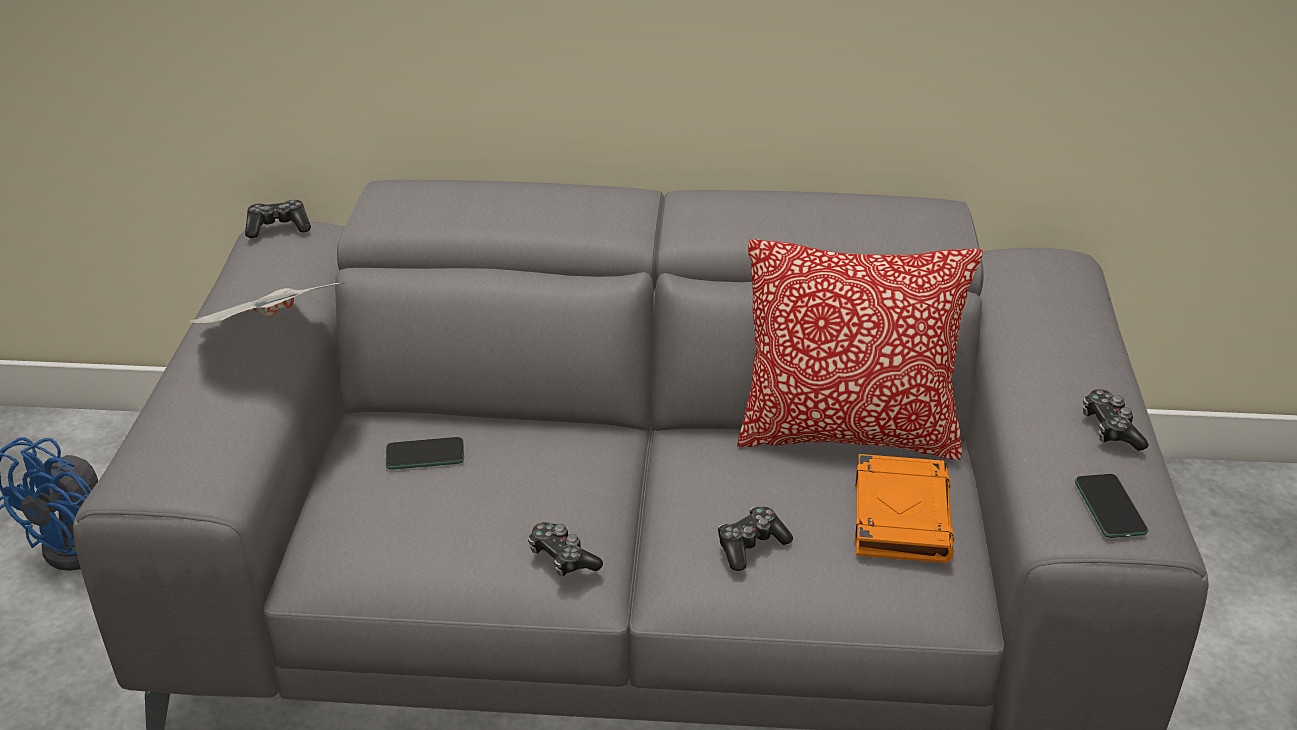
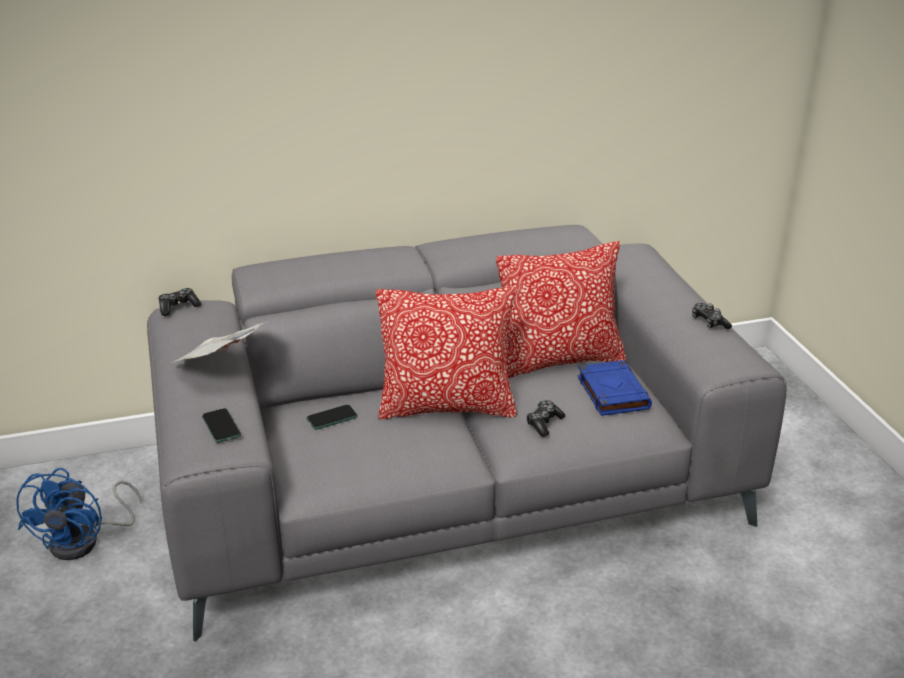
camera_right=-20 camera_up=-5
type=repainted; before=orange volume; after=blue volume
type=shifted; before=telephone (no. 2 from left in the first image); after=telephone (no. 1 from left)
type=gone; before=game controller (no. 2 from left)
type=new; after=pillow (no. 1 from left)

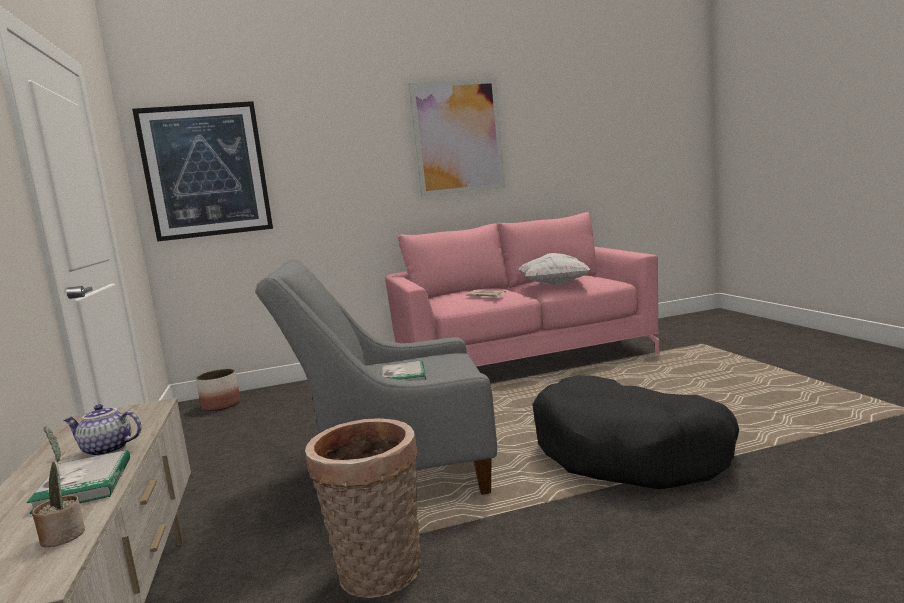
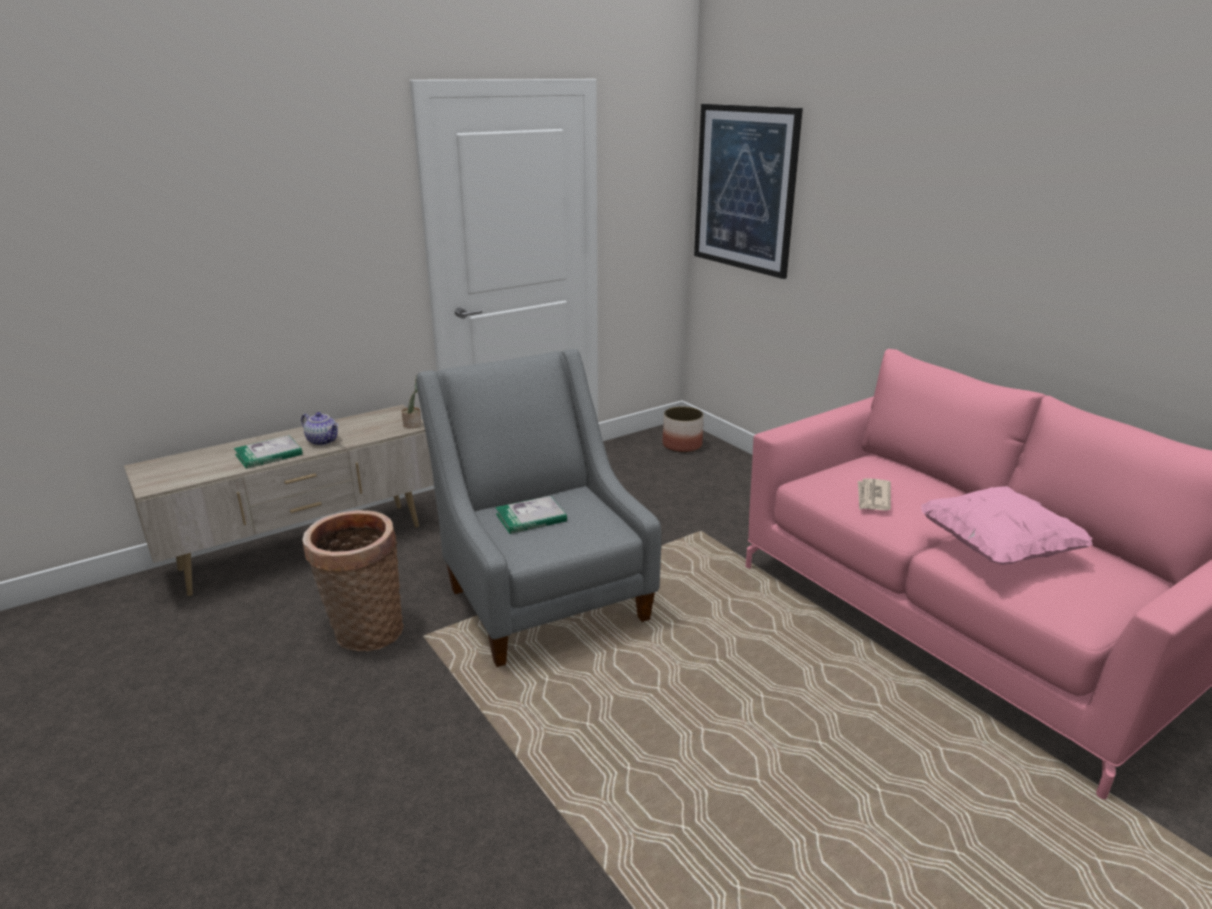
camera_right=70 camera_up=15
type=gone; before=wall art (no. 2 from left)
type=repainted; before=whitish pillow; after=pink pillow
type=gone; before=black pet bed
type=rotated; before=teapot; turn=135
type=shifted; before=houseplant

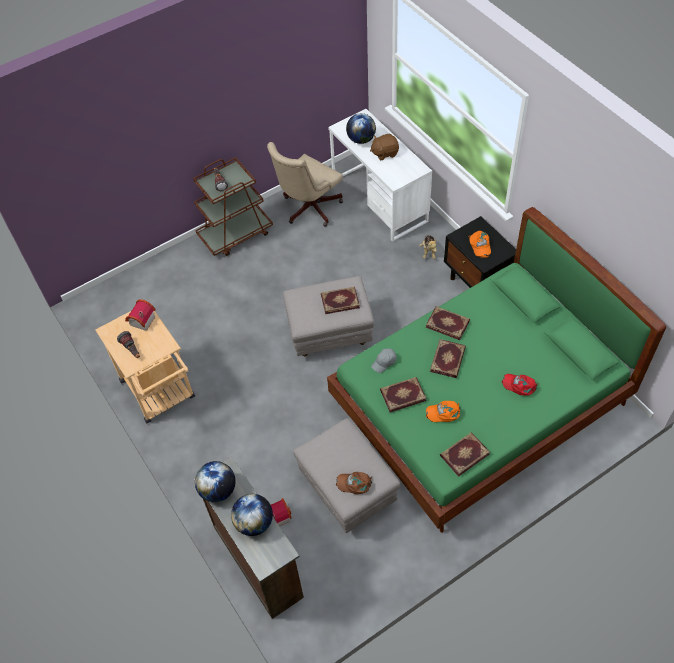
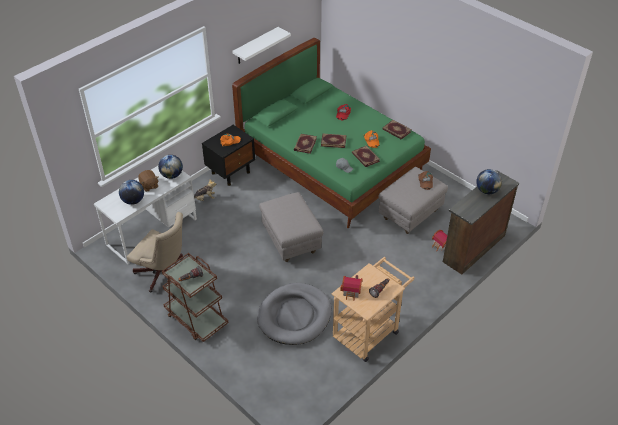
camera_right=-105 camera_up=-10
type=gone; before=volume (no. 1 from left)
type=shifted; before=globe (no. 1 from left in the first image); after=globe (no. 2 from left)
type=new; after=whitish shelf
type=new; after=gray pet bed

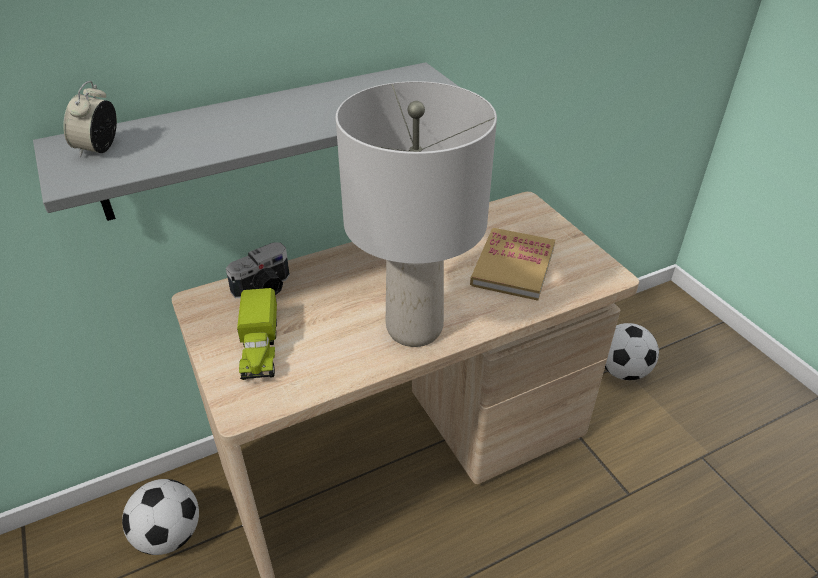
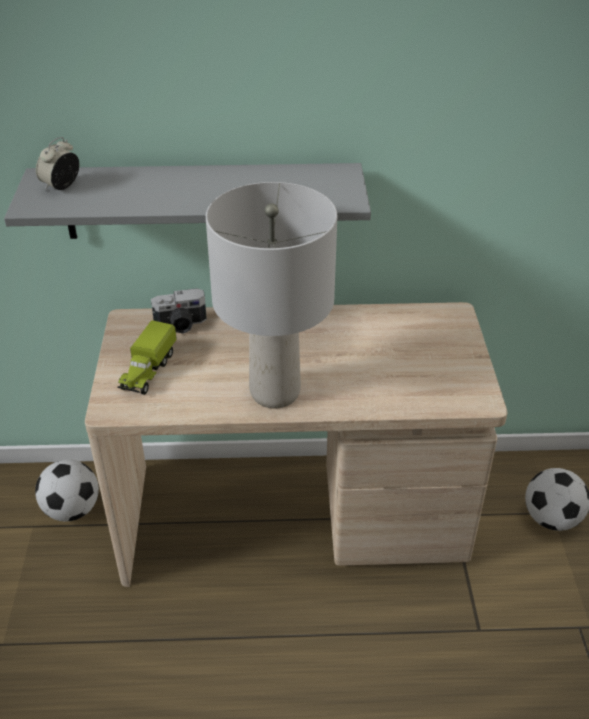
camera_right=25 camera_up=0
type=gone; before=volume

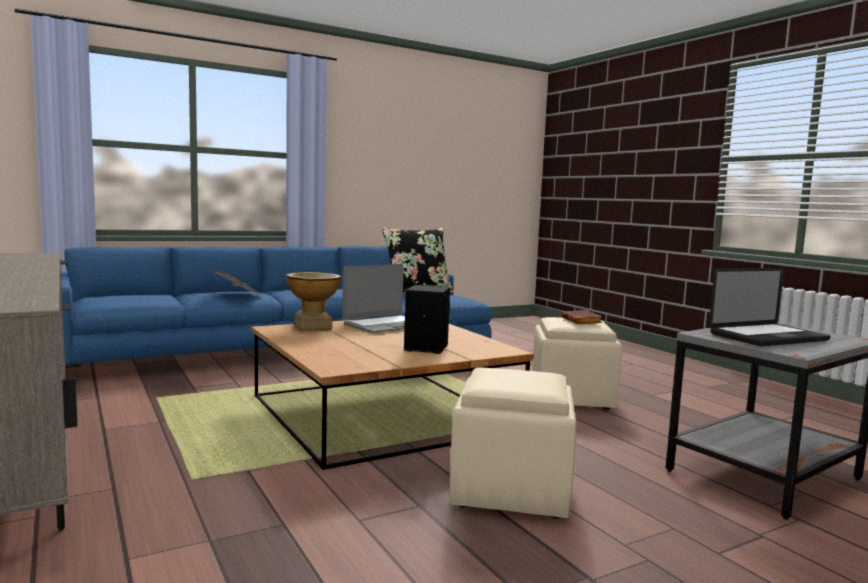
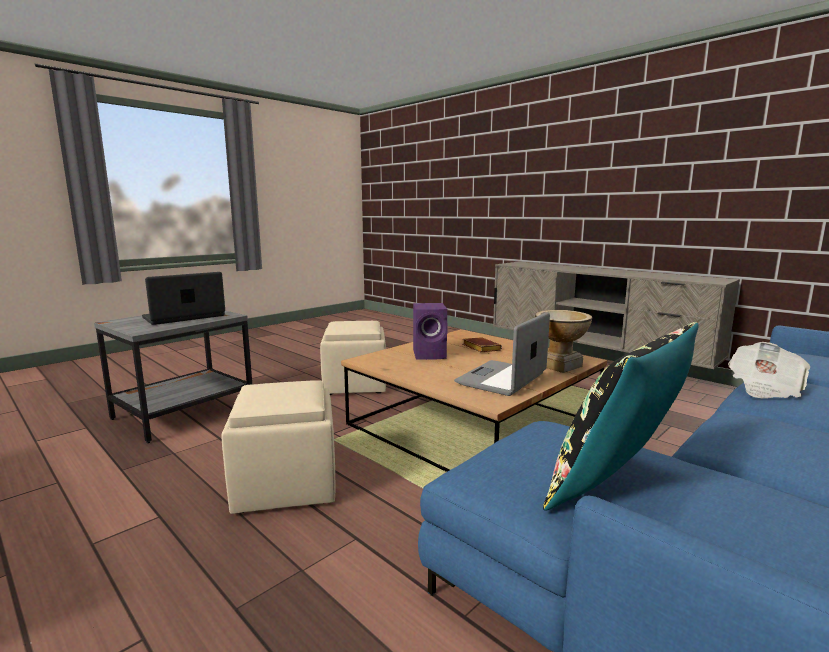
camera_right=165 camera_up=5
type=repainted; before=black audio speaker; after=purple audio speaker
type=shifted; before=brown volume

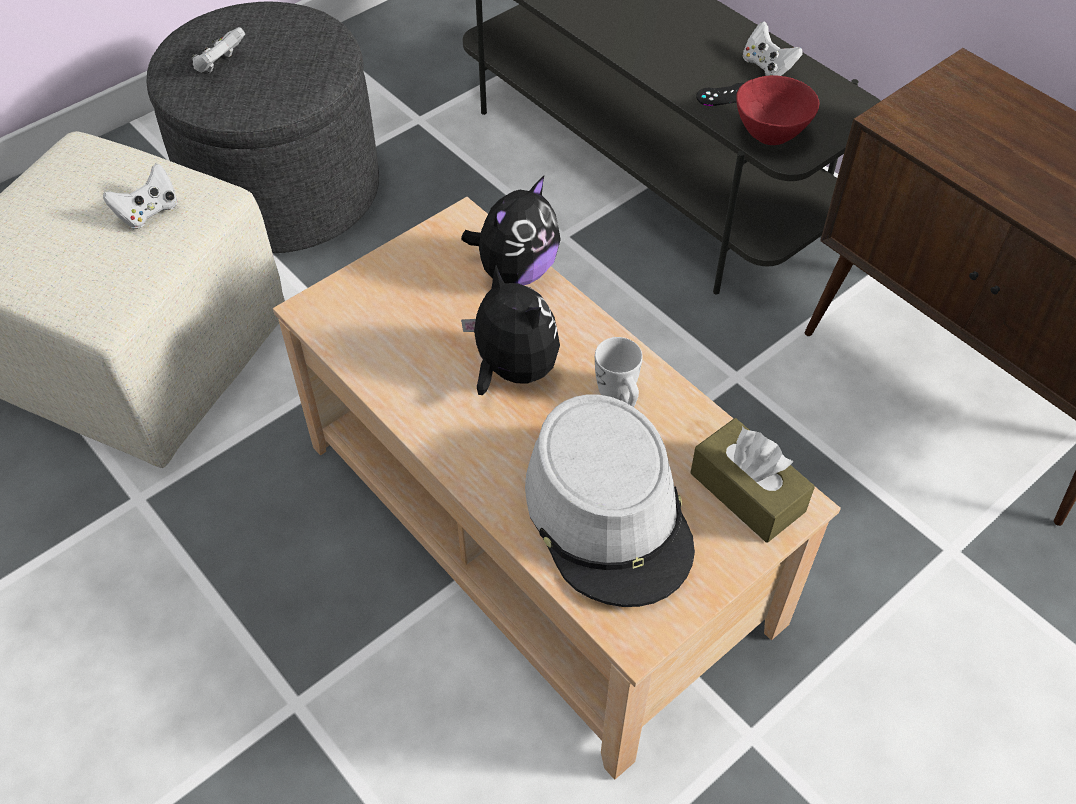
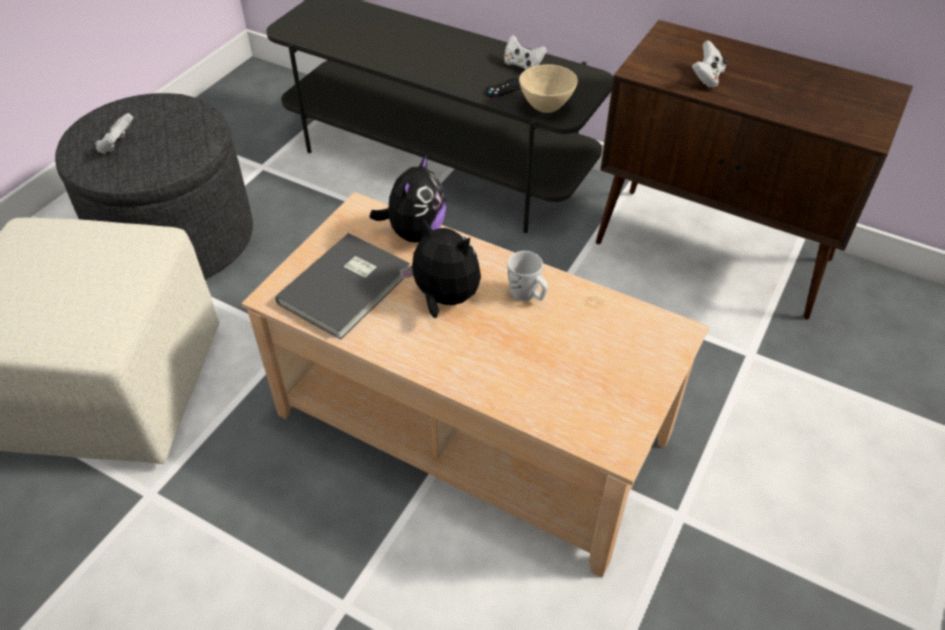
camera_right=-20 camera_up=-5
type=repainted; before=reddish deep dish; after=sand-coloured deep dish
type=shifted; before=whitish game controller (no. 1 from left in the first image); after=whitish game controller (no. 3 from left)
type=gone; before=gray clothing hat
type=gone; before=brown tissue box
type=new; after=gray volume

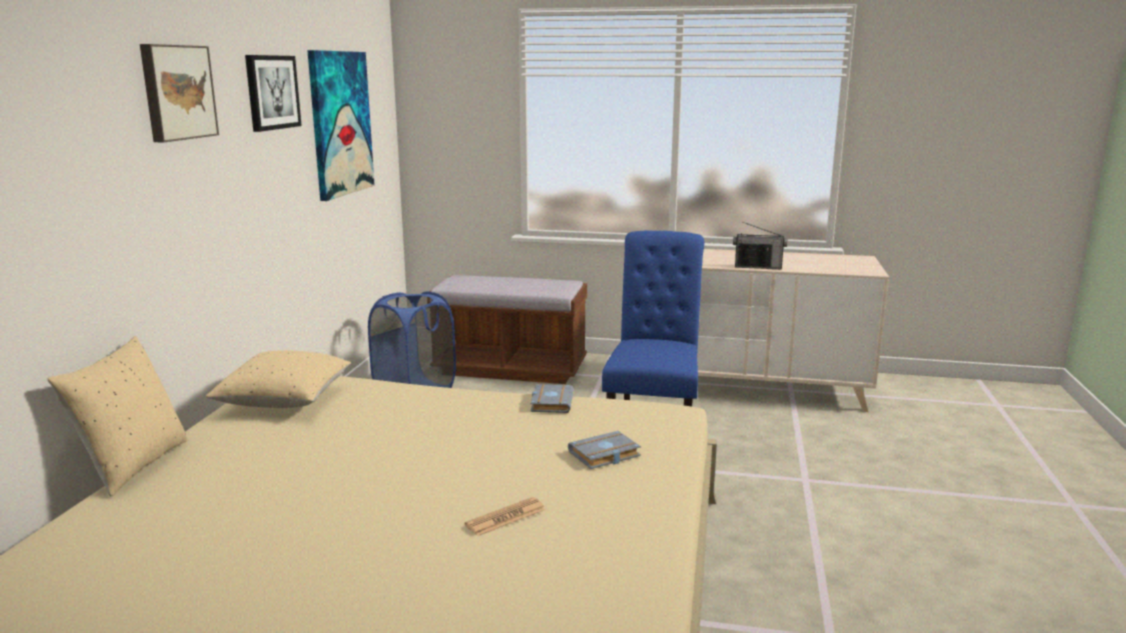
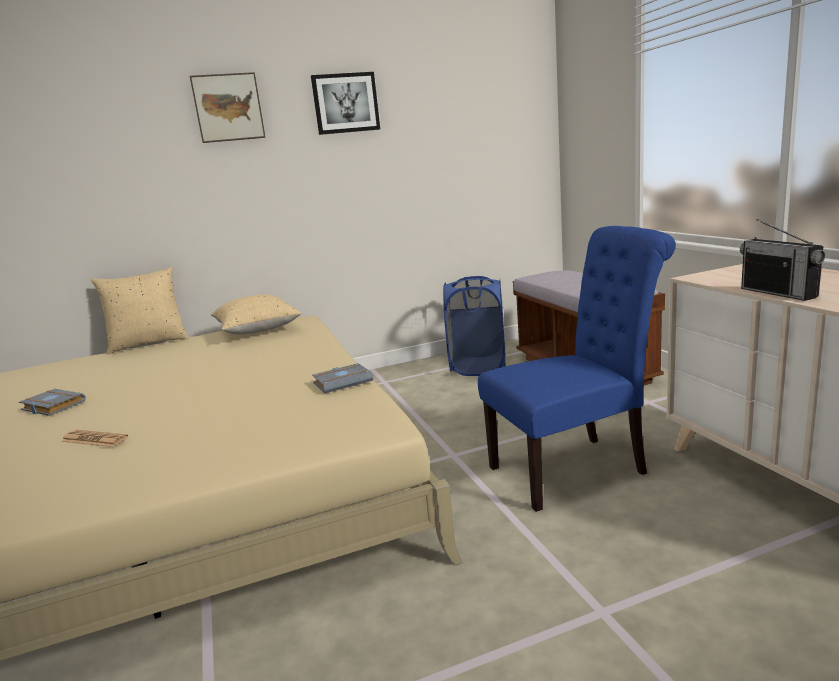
camera_right=60 camera_up=0
type=gone; before=wall art (no. 3 from left)
type=shifted; before=gray volume (no. 2 from left in the first image); after=gray volume (no. 1 from left)

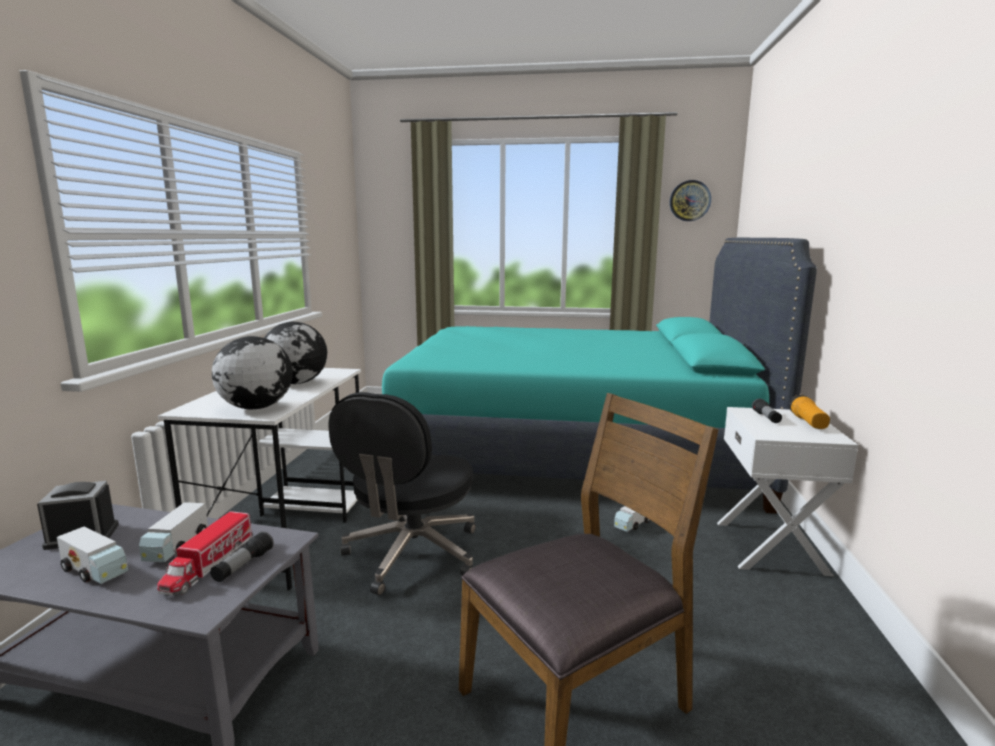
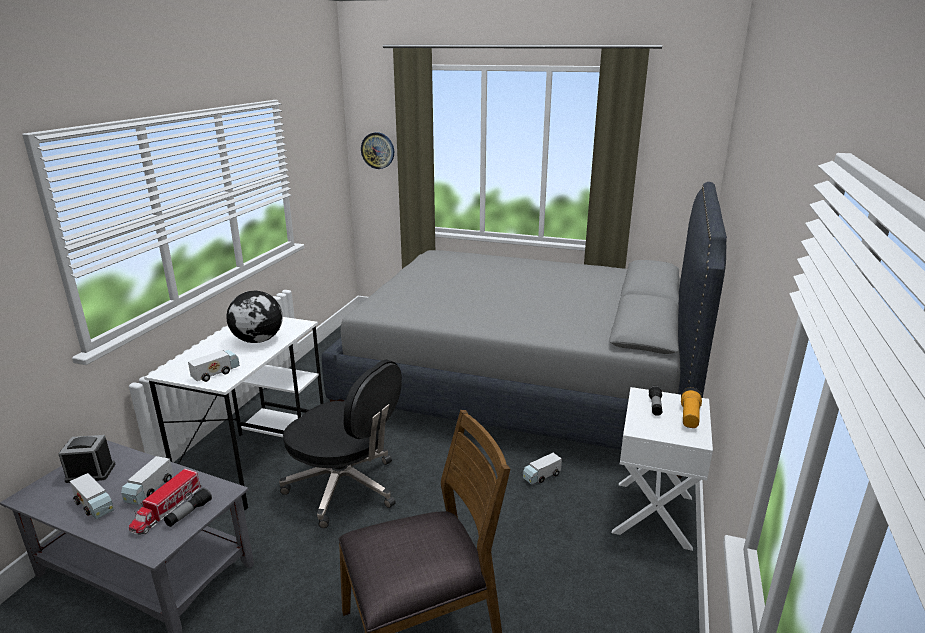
camera_right=10 camera_up=10
type=shifted; before=wall clock
type=repainted; before=turquoise-coloured bed; after=gray bed
type=swapped; before=globe (no. 1 from left); after=model truck (no. 4 from left)
type=rotated; before=black computer chair; turn=-90

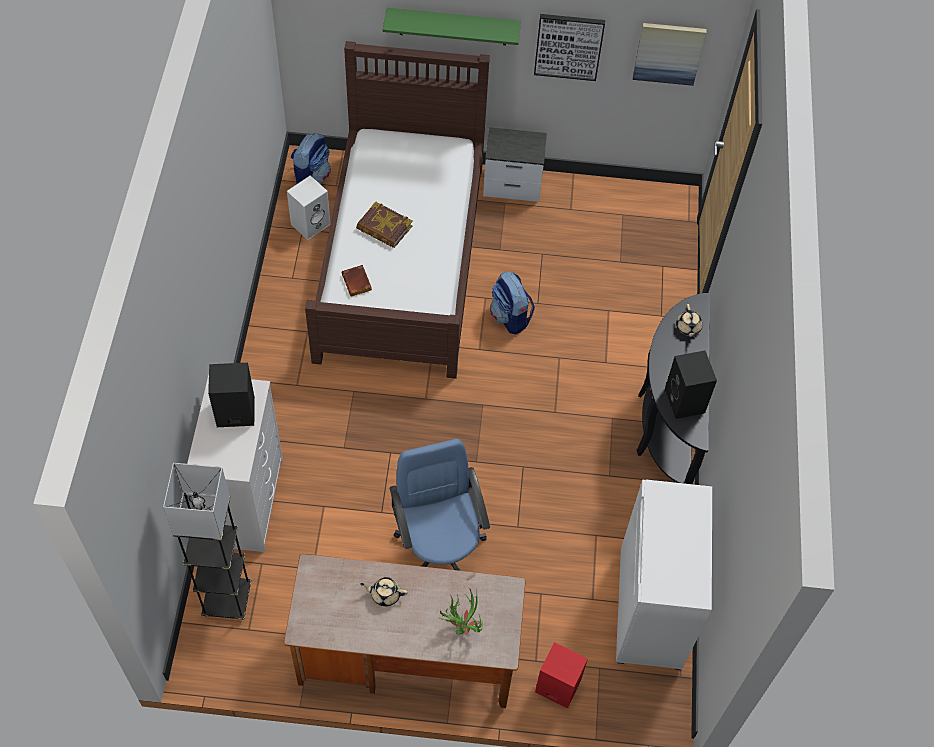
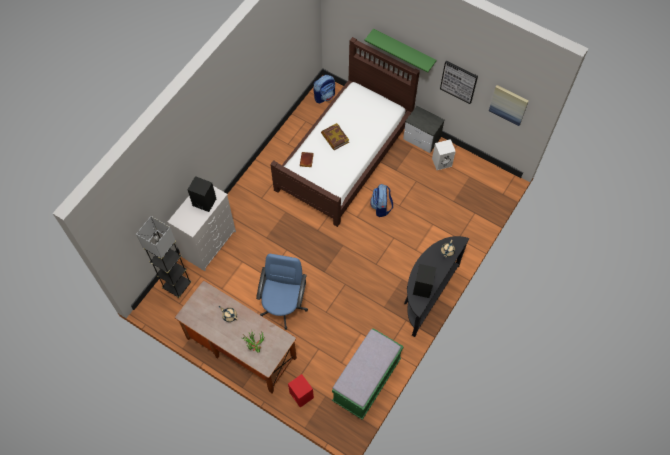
camera_right=30 camera_up=5
type=shifted; before=whitish audio speaker
type=swapped; before=whitish cupboard; after=green-coloured bench

